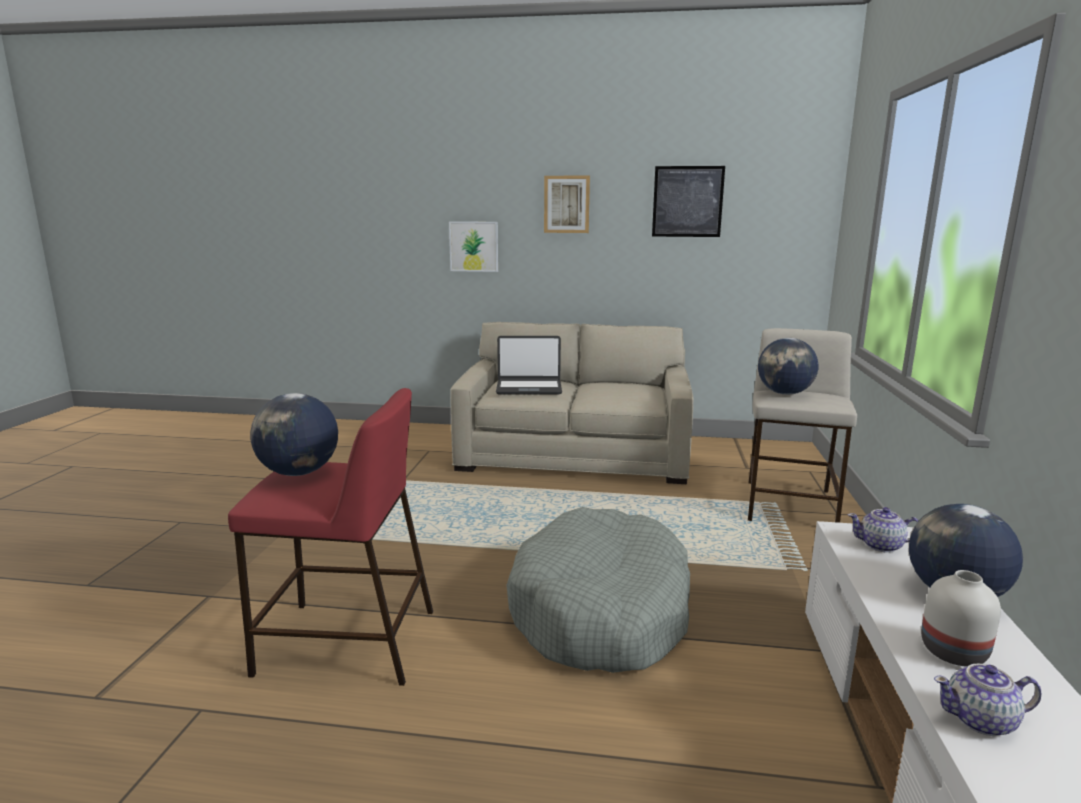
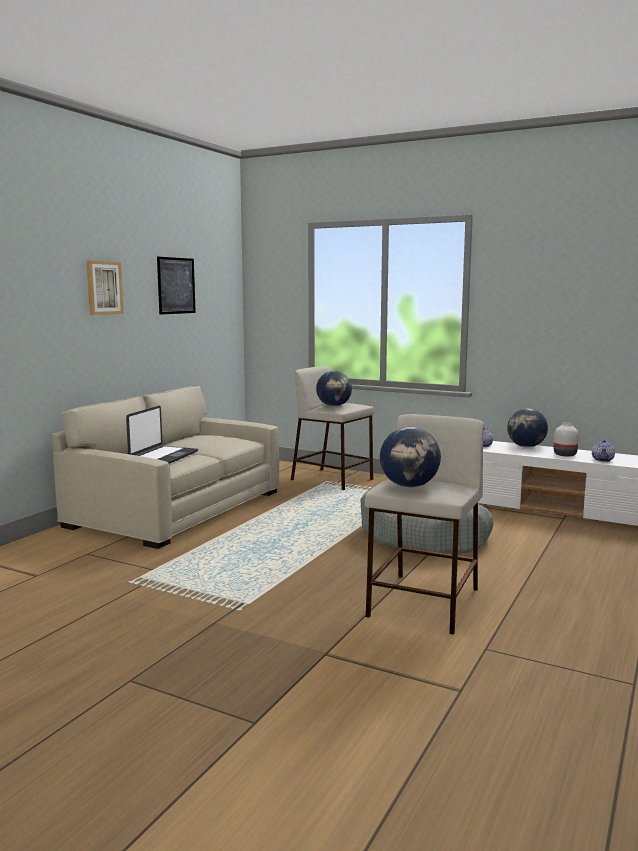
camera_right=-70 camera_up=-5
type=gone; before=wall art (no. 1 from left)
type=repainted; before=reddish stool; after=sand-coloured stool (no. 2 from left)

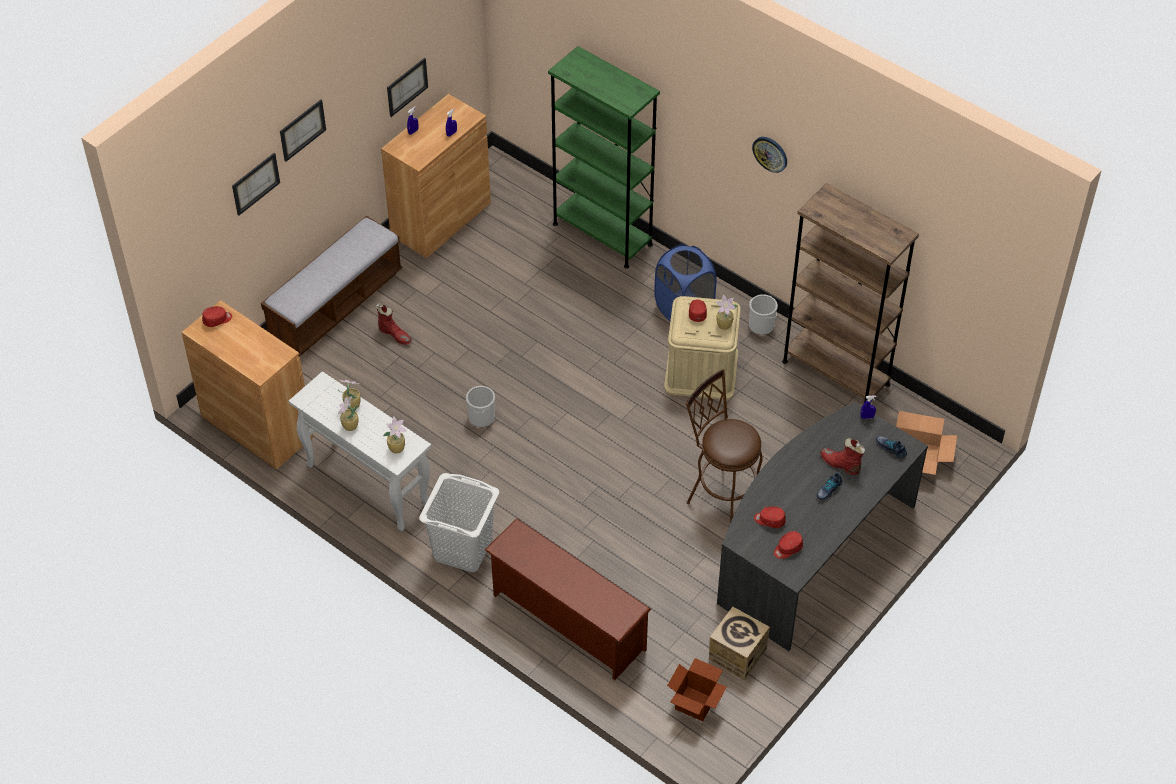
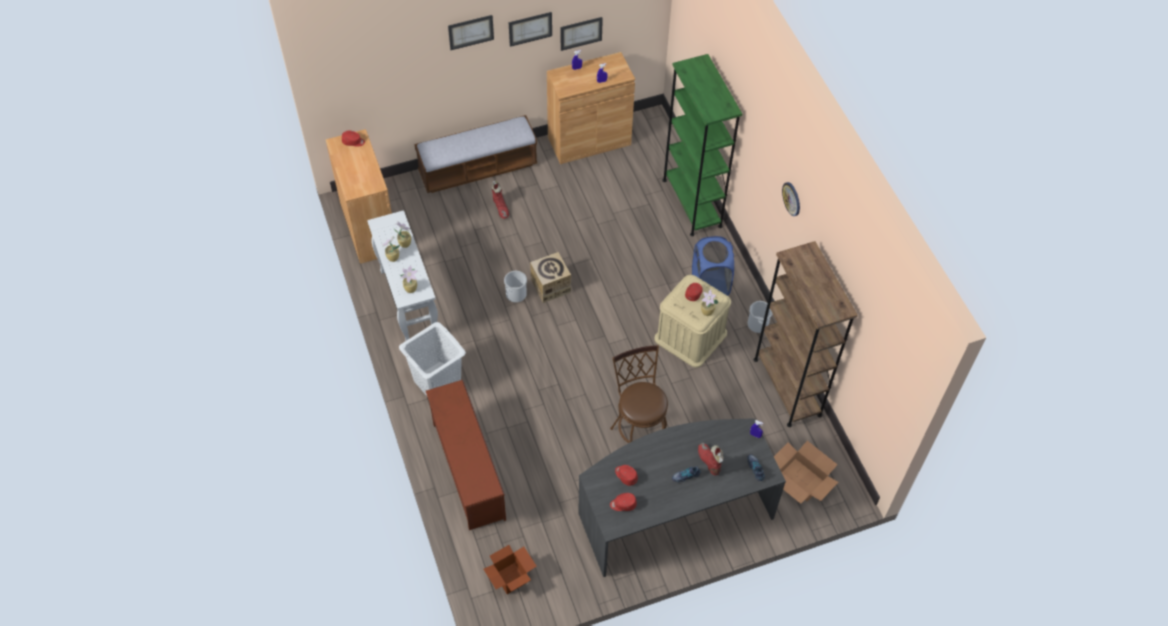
camera_right=30 camera_up=5
type=shifted; before=wall art (no. 1 from left in the first image); after=wall art (no. 2 from left)
type=shifted; before=packing box (no. 2 from left)

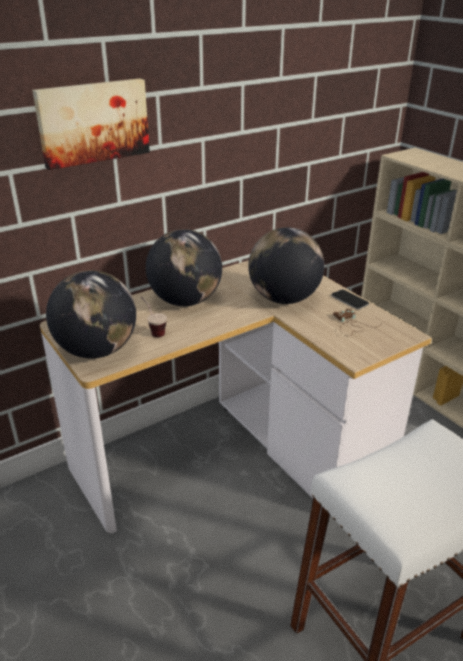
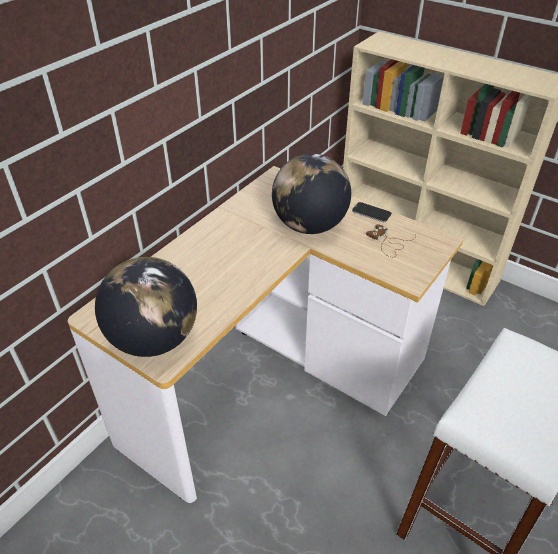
camera_right=-20 camera_up=10
type=gone; before=wall art
type=gone; before=globe (no. 2 from left)
type=gone; before=small cup

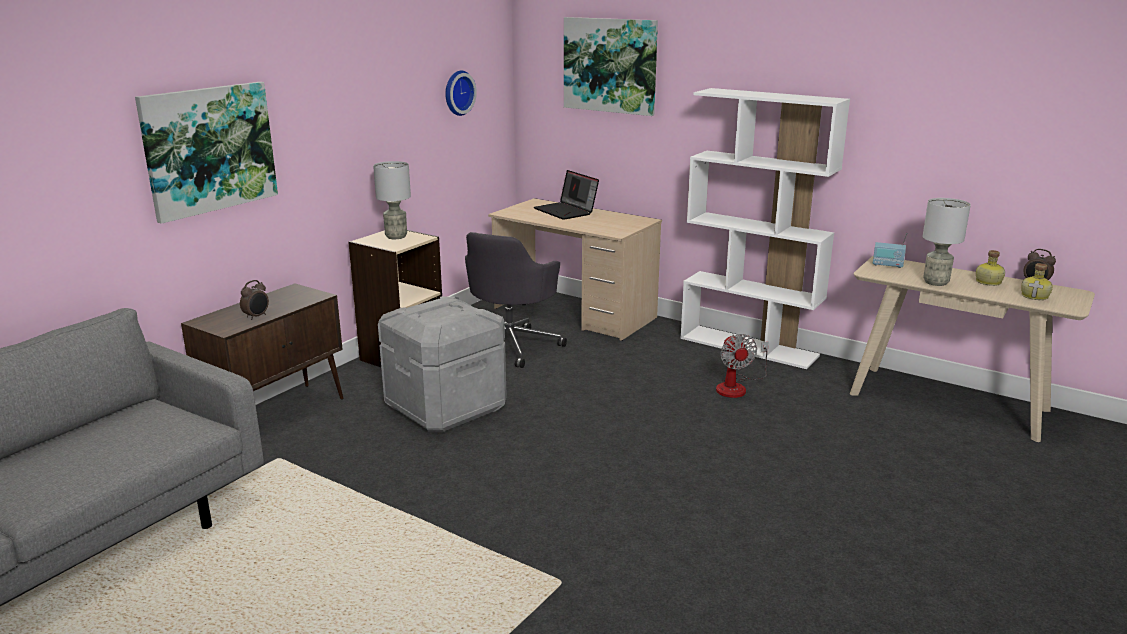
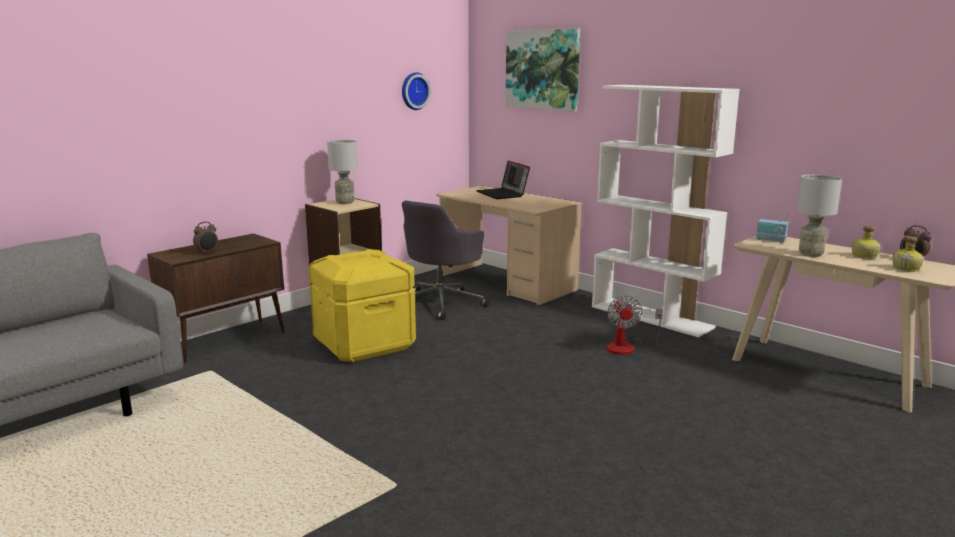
camera_right=10 camera_up=-5
type=gone; before=wall art (no. 1 from left)
type=repainted; before=gray storage box; after=yellow-coloured storage box

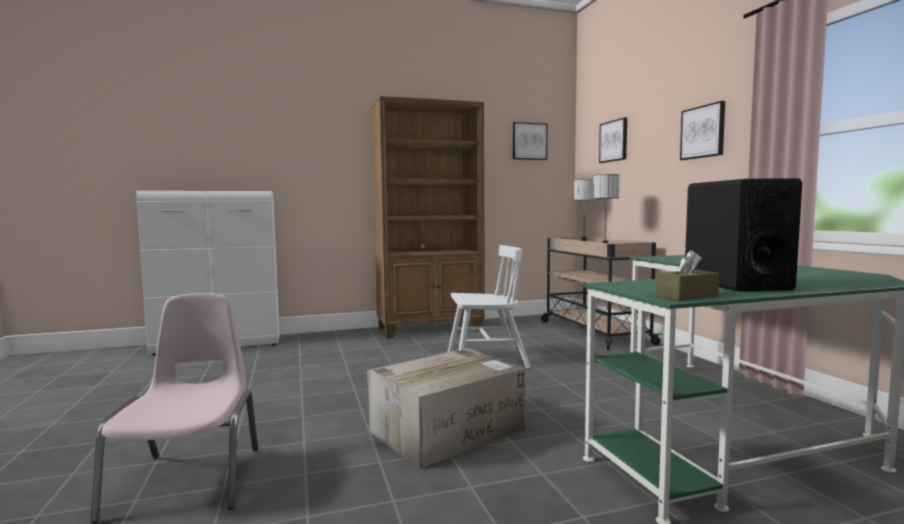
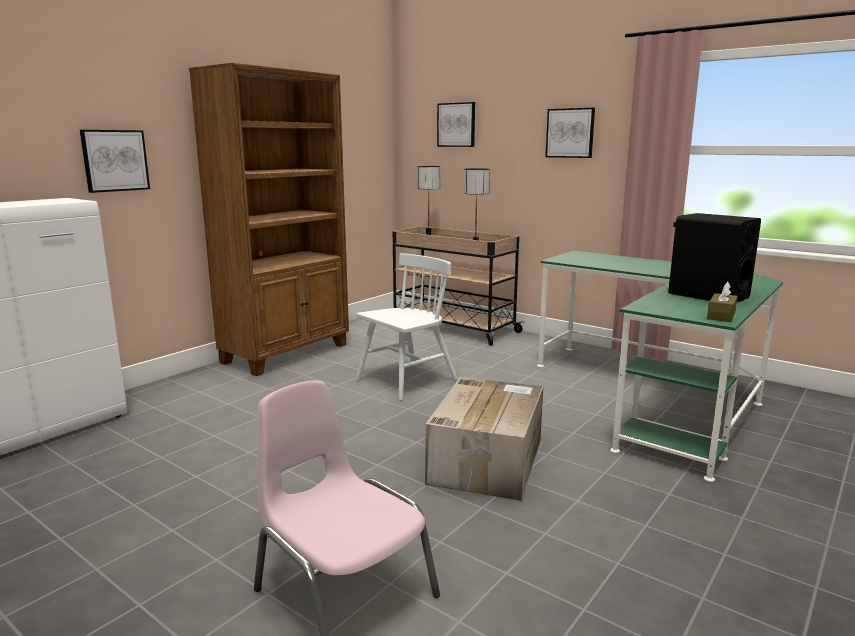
camera_right=-35 camera_up=10
type=shifted; before=wall art (no. 1 from left)

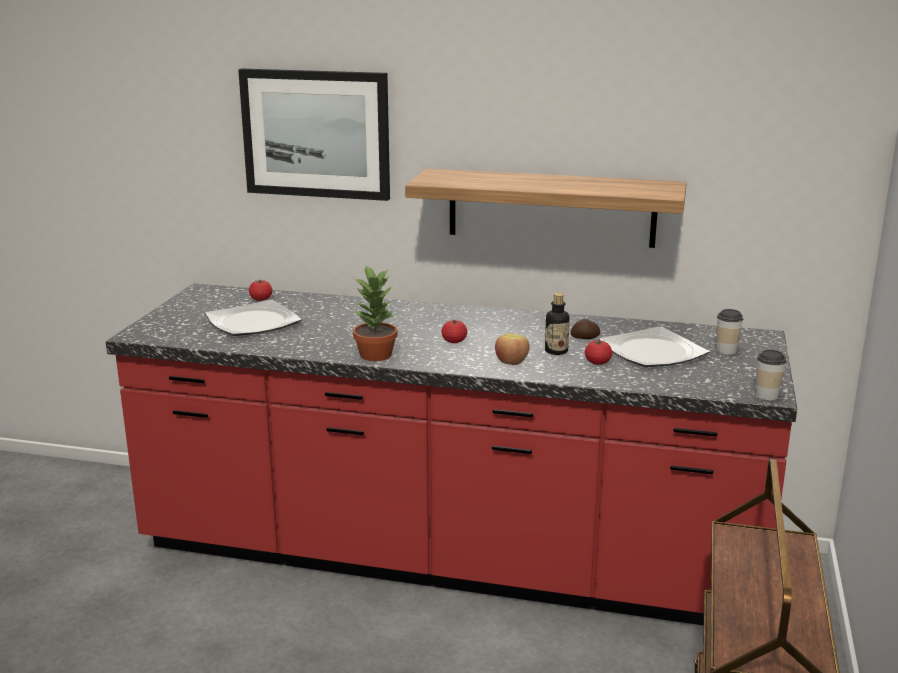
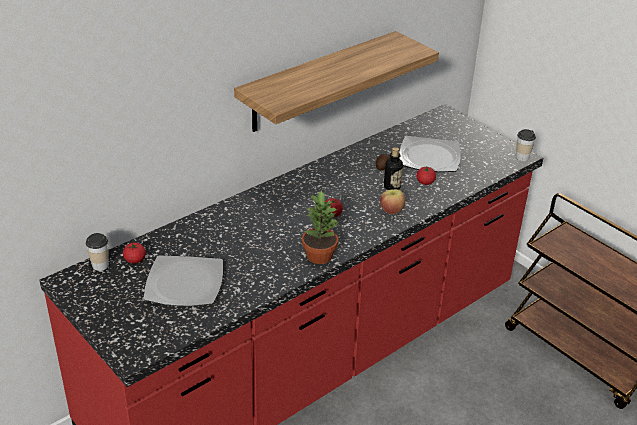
camera_right=-55 camera_up=15
type=gone; before=wall art
type=shifted; before=small cup (no. 1 from left)

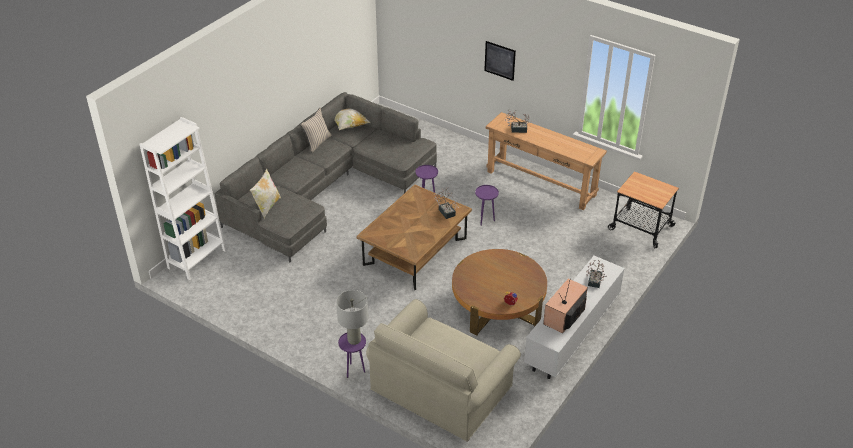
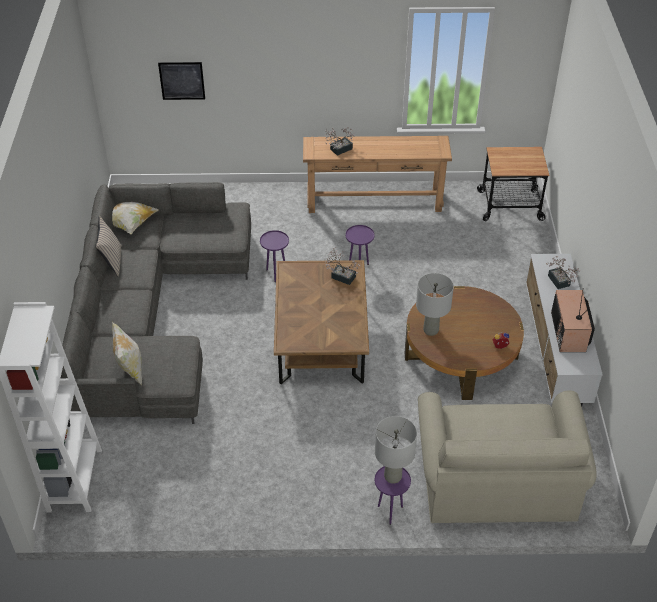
camera_right=-35 camera_up=5
type=shifted; before=wall art
type=new; after=gray lamp for a table (no. 2 from left)

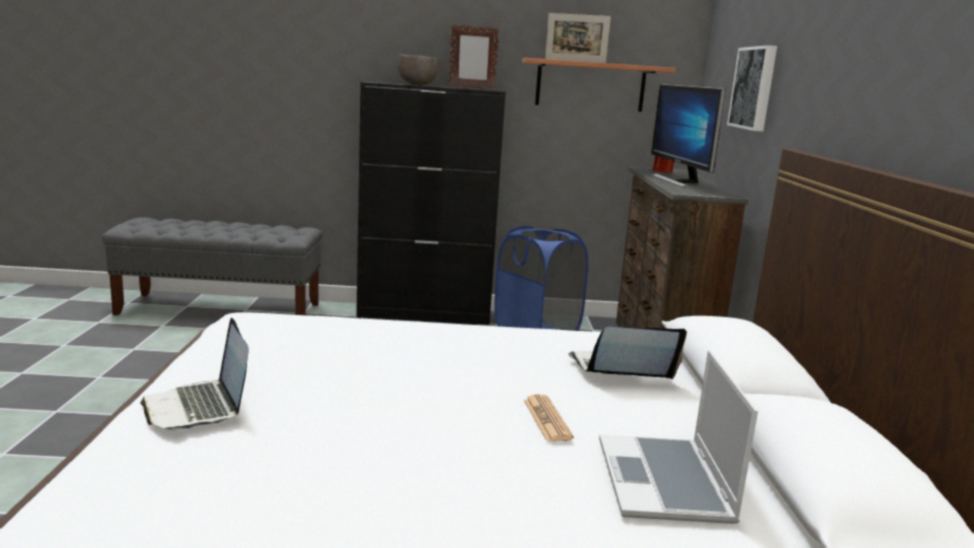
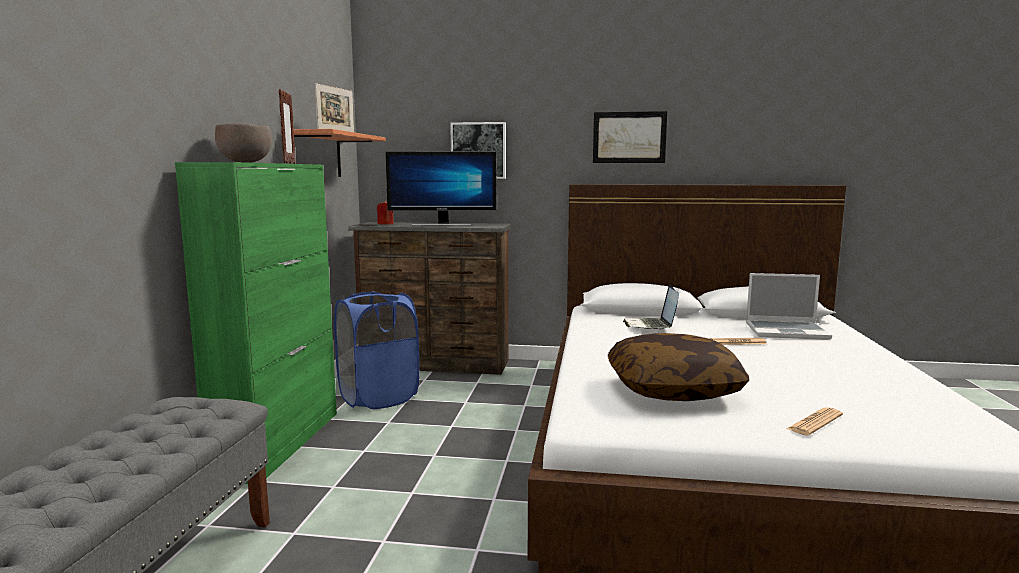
camera_right=-80 camera_up=-5
type=repainted; before=black cupboard; after=green-coloured cupboard
type=swapped; before=laptop (no. 1 from left); after=newspaper (no. 2 from left)
type=new; after=wall art (no. 2 from left)
type=new; after=pillow

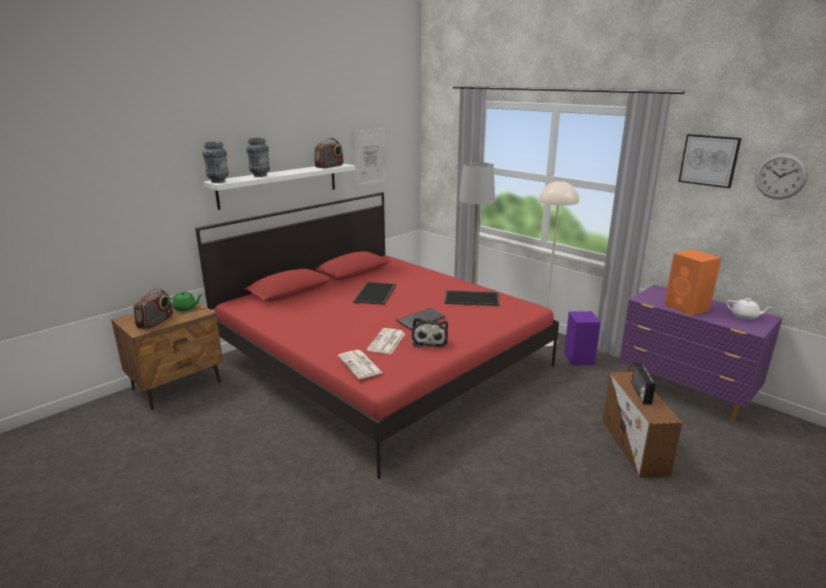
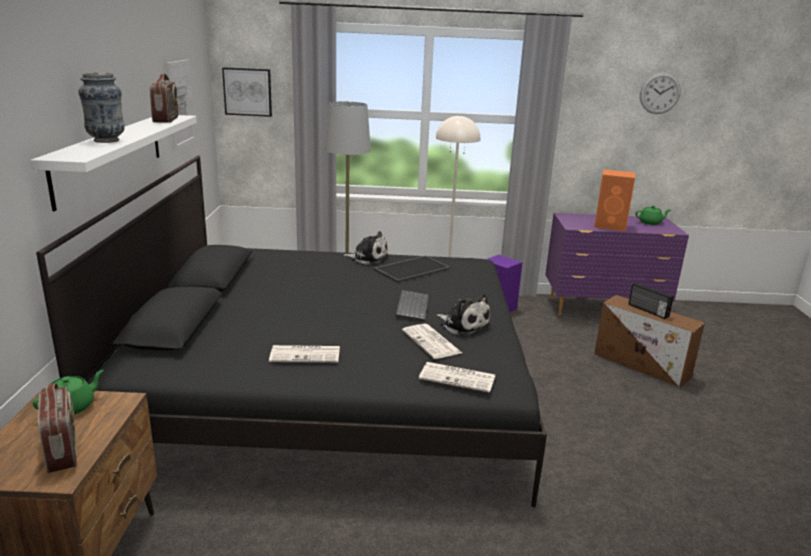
camera_right=-45 camera_up=0
type=shifted; before=wall art (no. 2 from left)
type=gone; before=decorative vase (no. 1 from left)
type=repainted; before=reddish bed; after=black bed
type=gone; before=serving tray (no. 1 from left)
type=repainted; before=whitish teapot; after=green-coloured teapot (no. 2 from left)
type=new; after=plush toy (no. 1 from left)
type=new; after=newspaper (no. 1 from left)

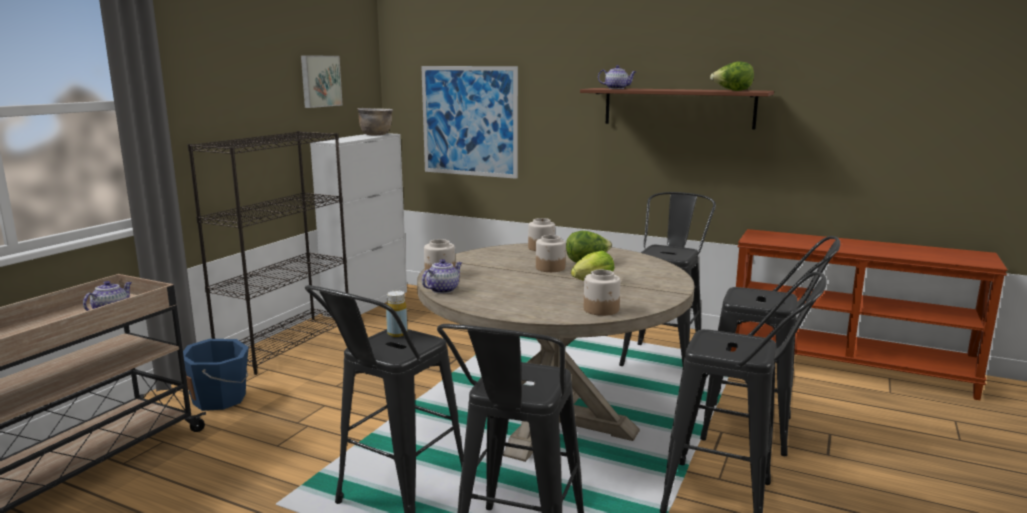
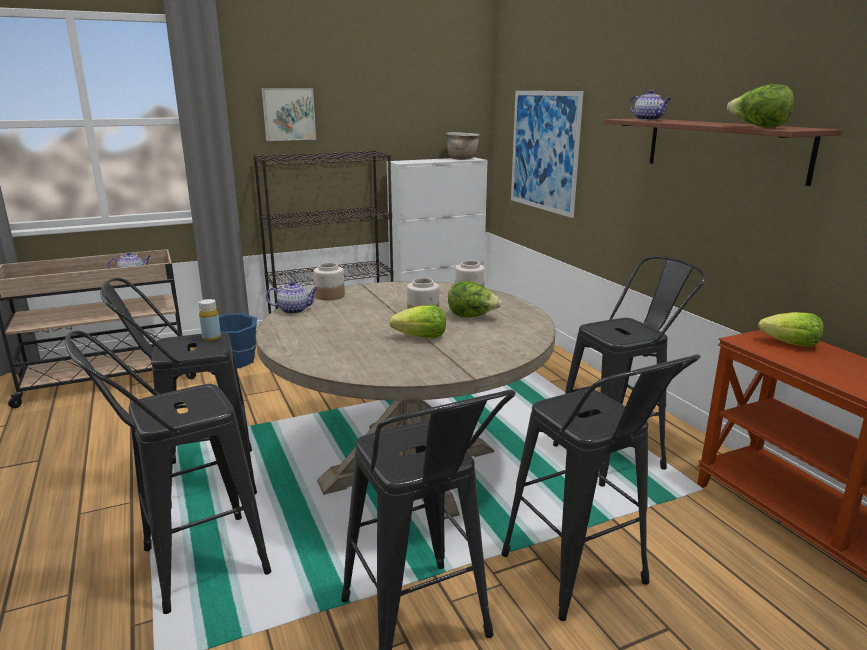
camera_right=40 camera_up=5
type=shifted; before=wall art (no. 1 from left)
type=gone; before=preserve jar (no. 4 from left)
type=new; after=head of lettuce (no. 4 from left)

